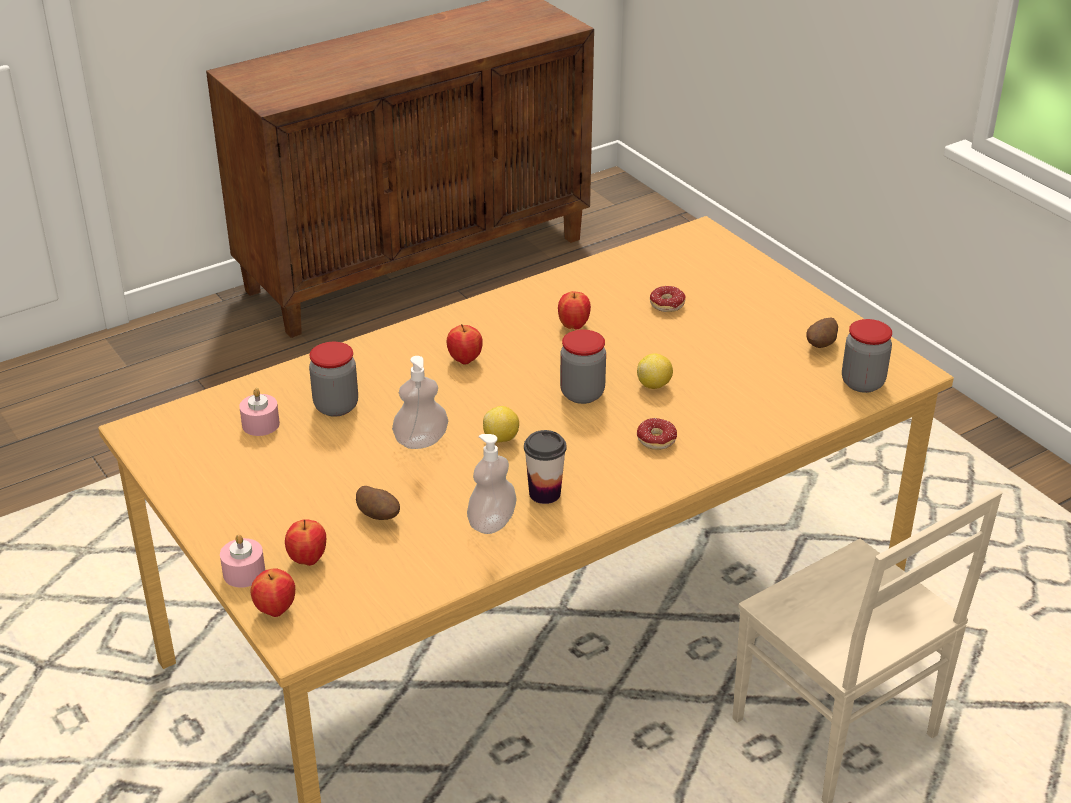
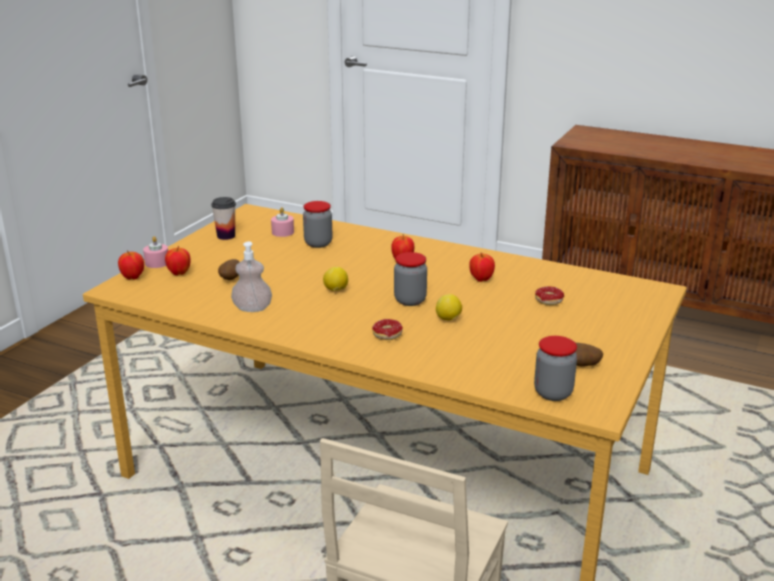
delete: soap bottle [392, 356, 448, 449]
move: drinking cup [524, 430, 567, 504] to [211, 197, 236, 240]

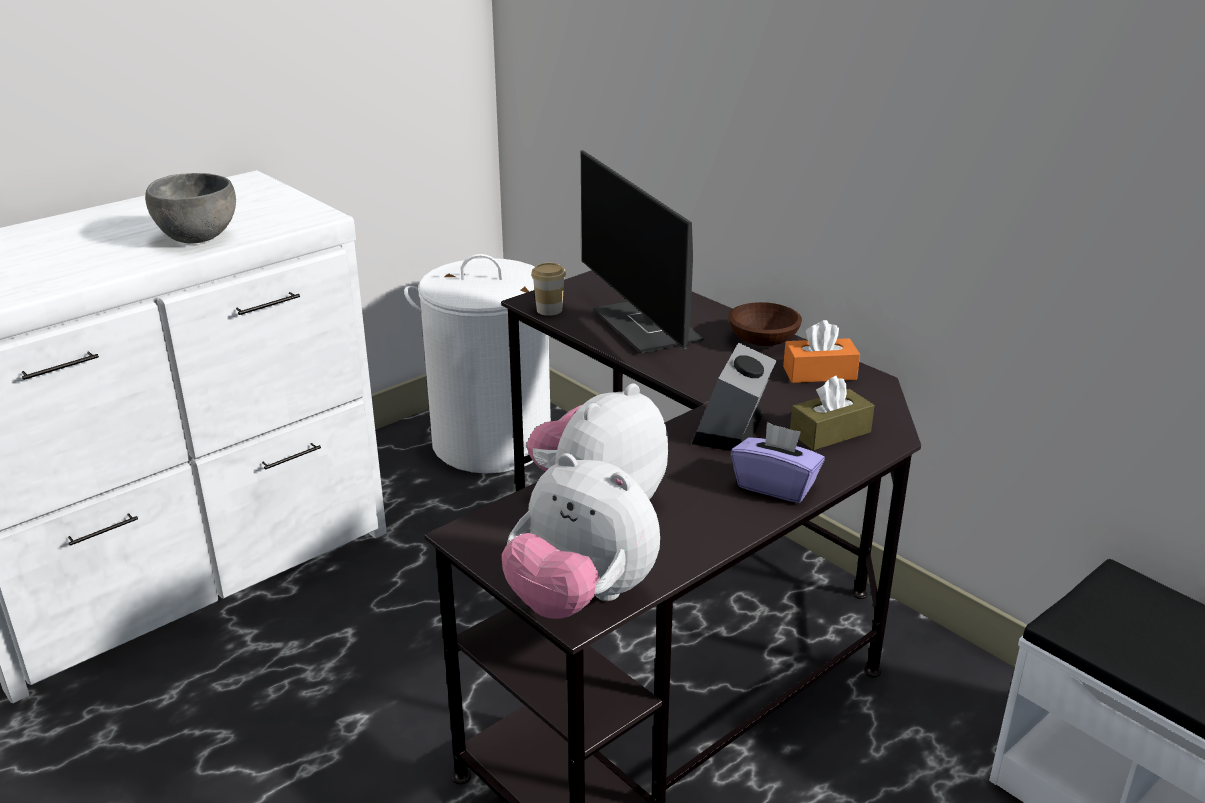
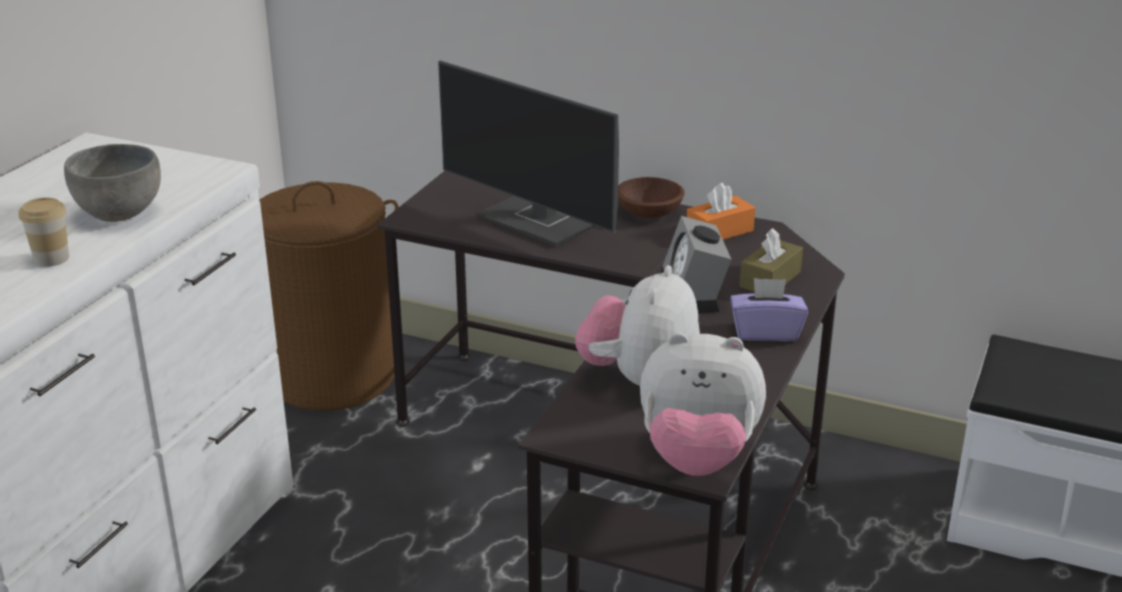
move: drinking cup [531, 263, 566, 316] to [19, 197, 69, 267]
recolor: laundry basket in white [404, 254, 551, 473] to laundry basket in brown [259, 181, 398, 411]

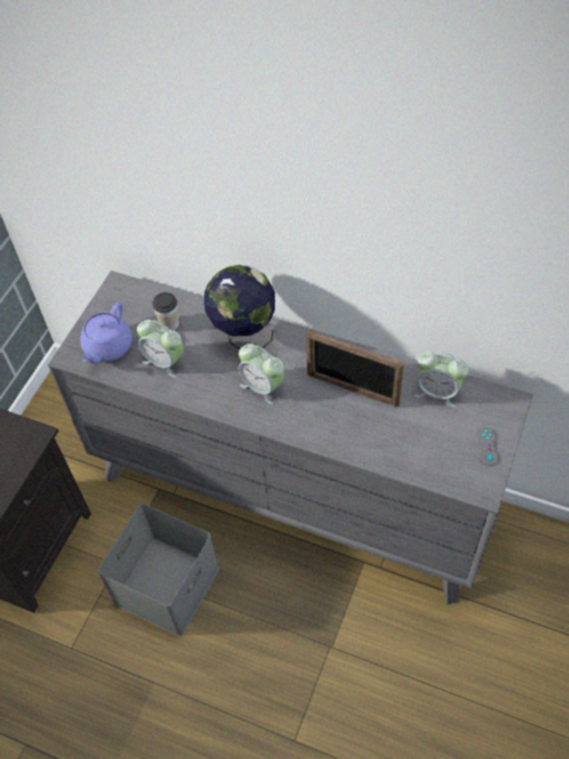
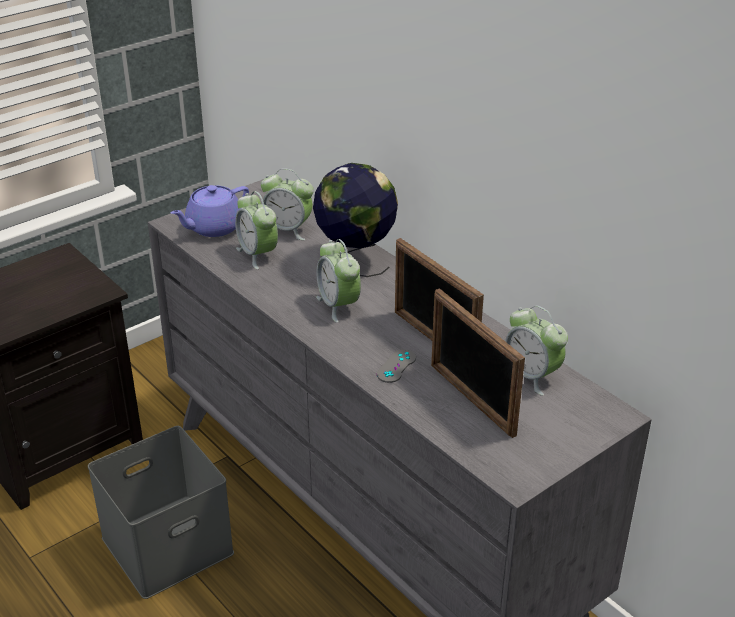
insert: photo frame [431, 288, 525, 438]
move: joypad in grey [477, 427, 500, 466] to [377, 349, 416, 383]
replace: drinking cup [152, 292, 179, 331] to alarm clock [261, 168, 314, 240]

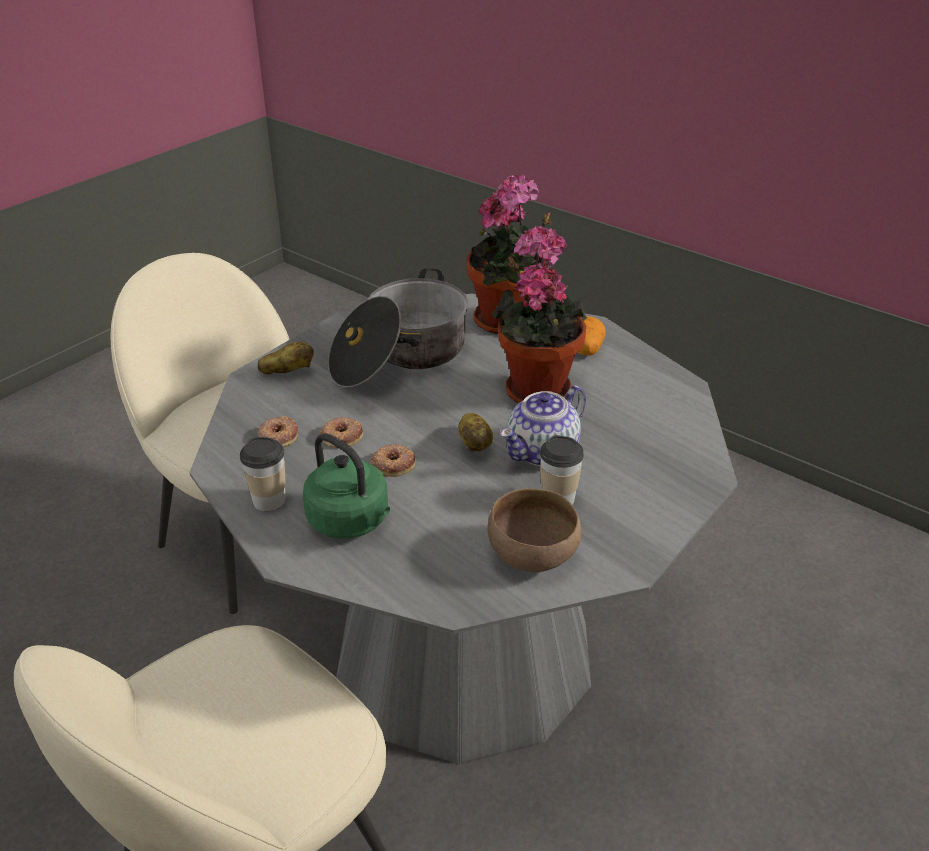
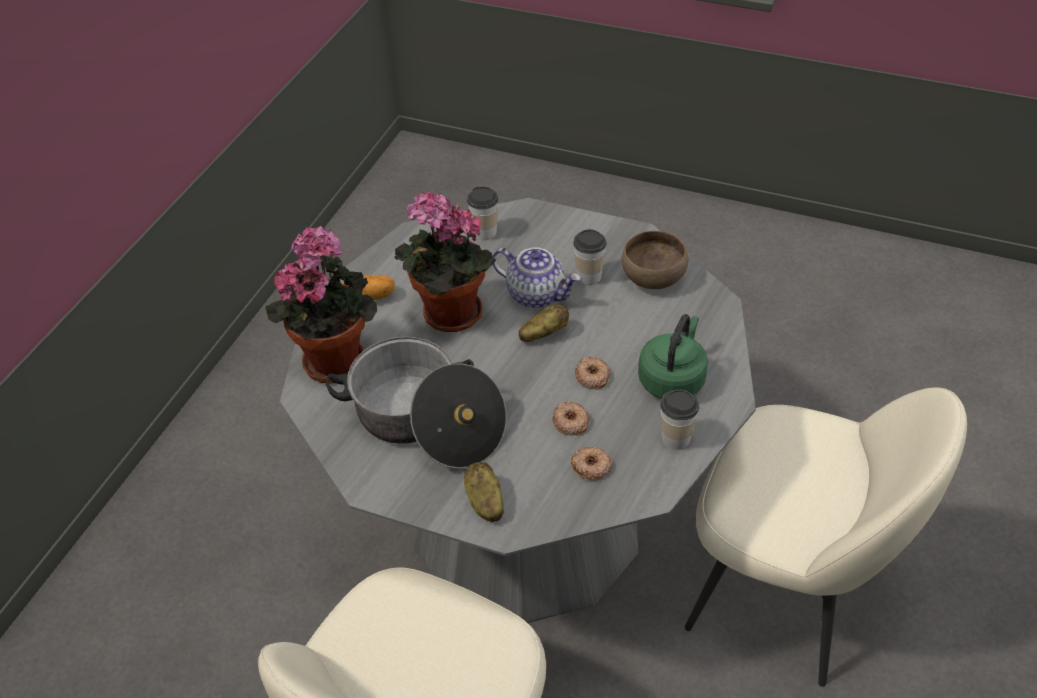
insert: drinking cup [467, 187, 498, 240]

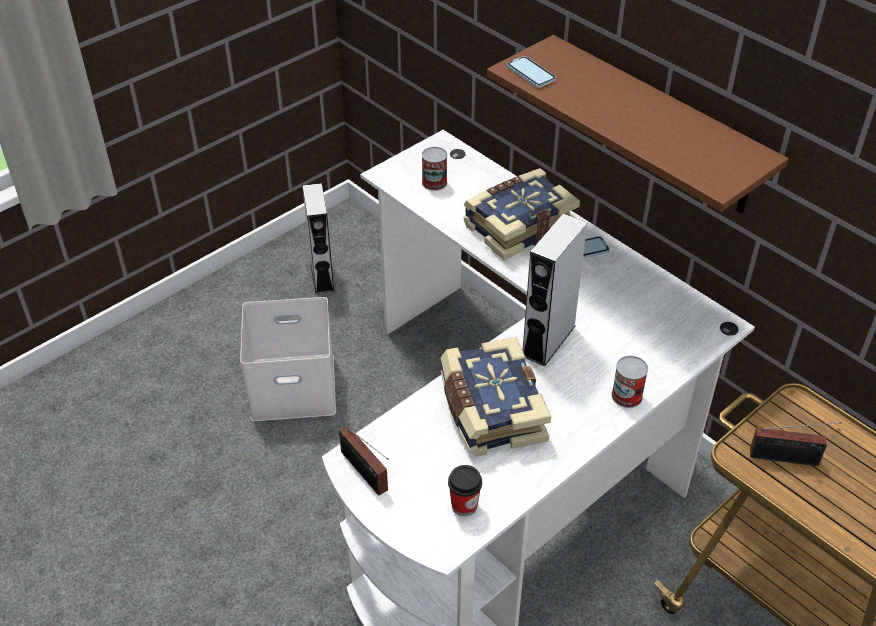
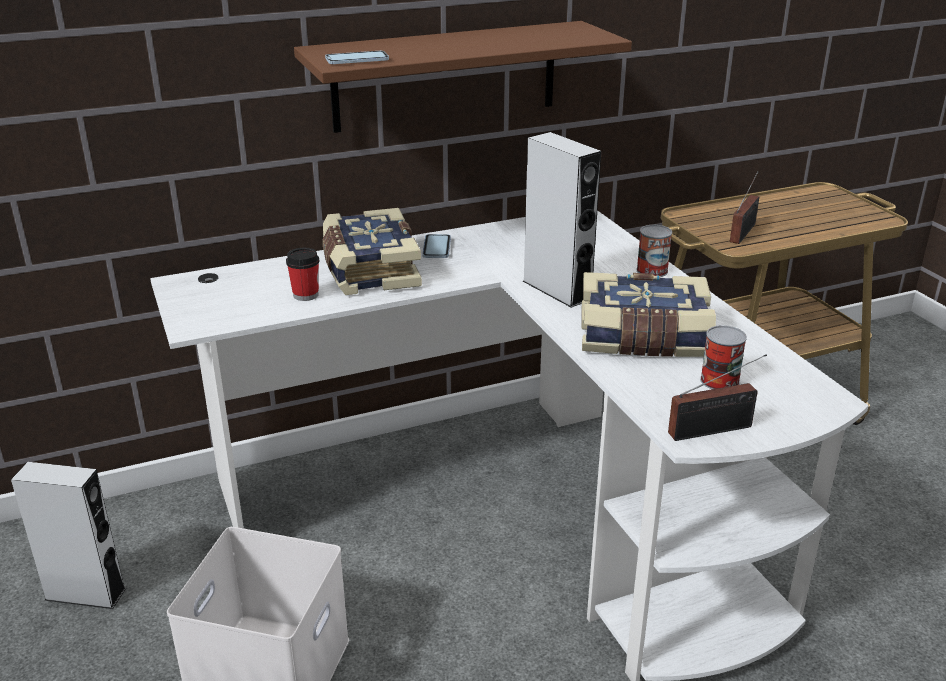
move: sealed can [422, 147, 447, 191] to [700, 325, 747, 389]; drinking cup [448, 465, 482, 516] to [286, 248, 320, 301]

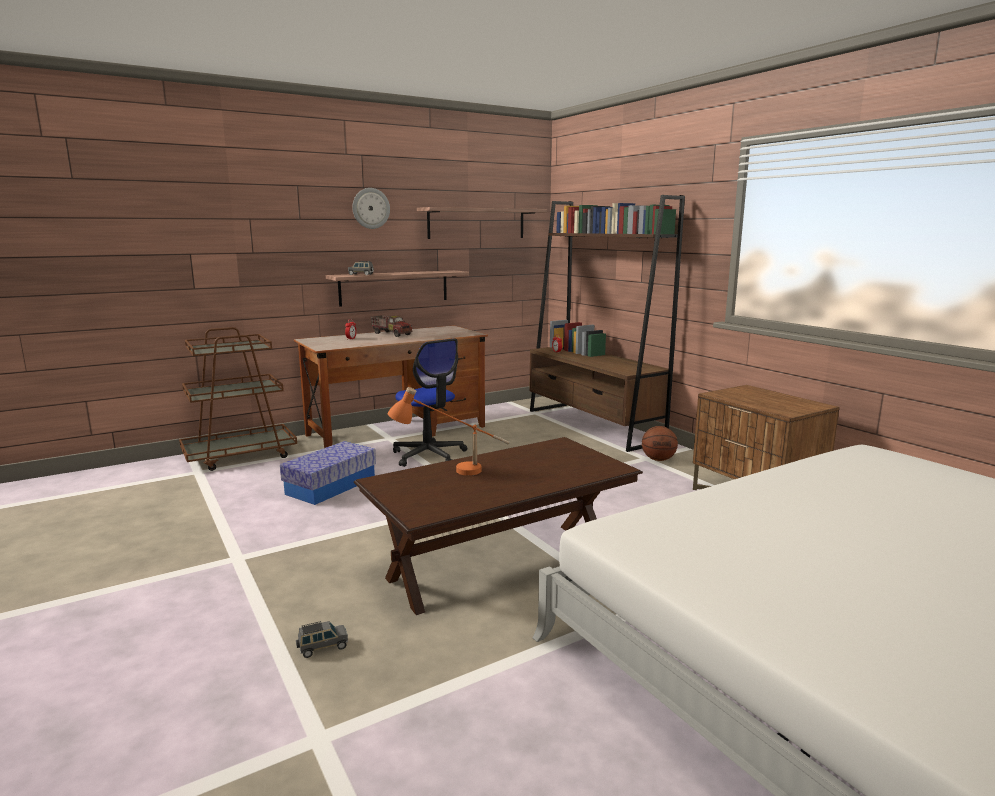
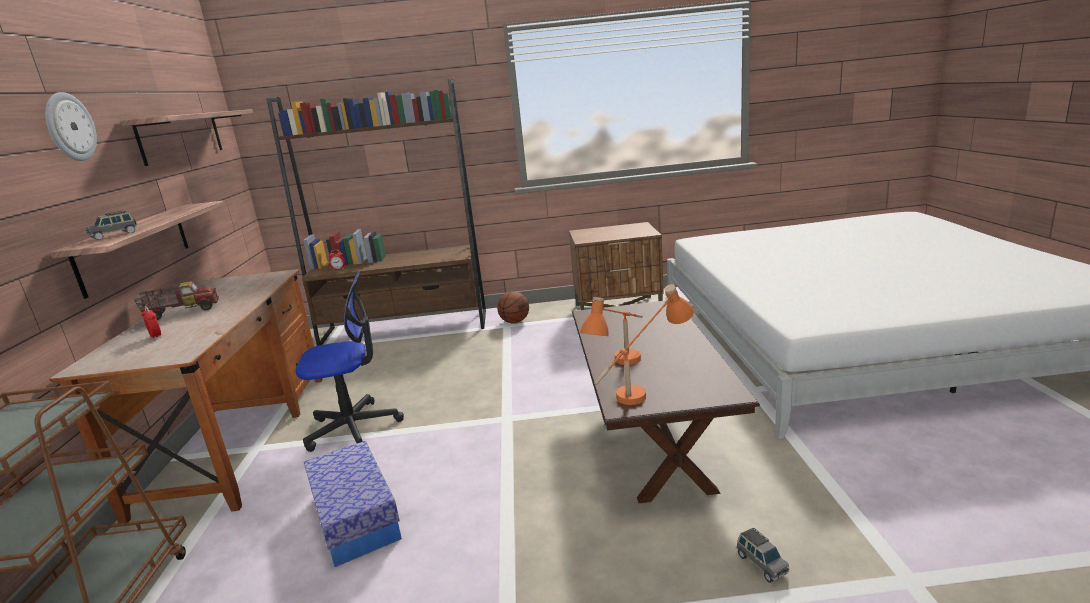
insert: table lamp in orange-coloured [594, 284, 694, 405]
rotate: miniature car in grey [296, 621, 348, 658] = [737, 527, 790, 583] 150 degrees clockwise

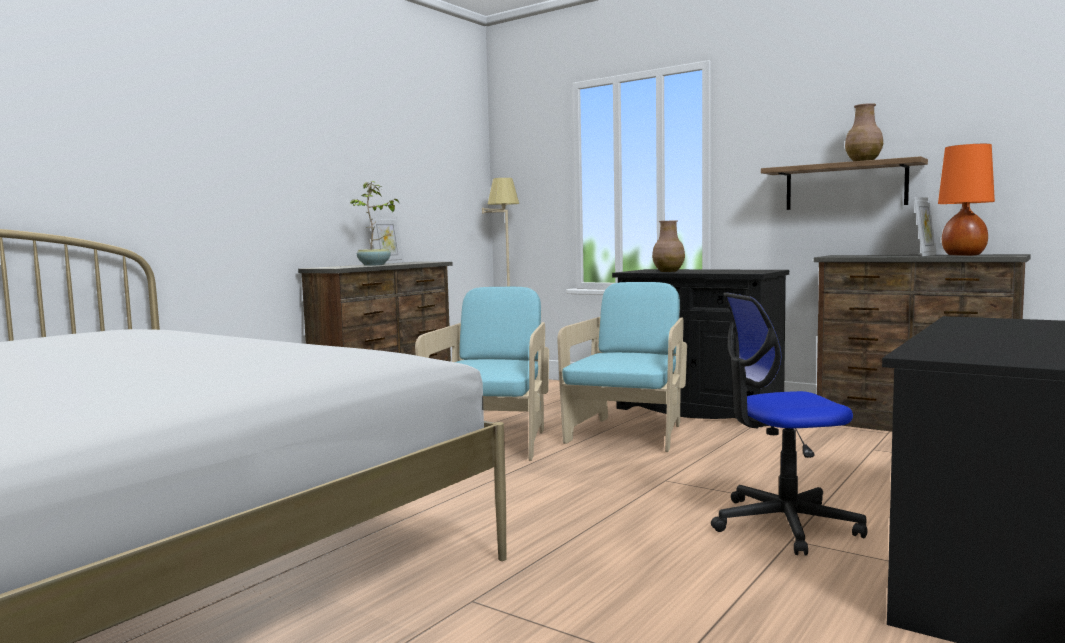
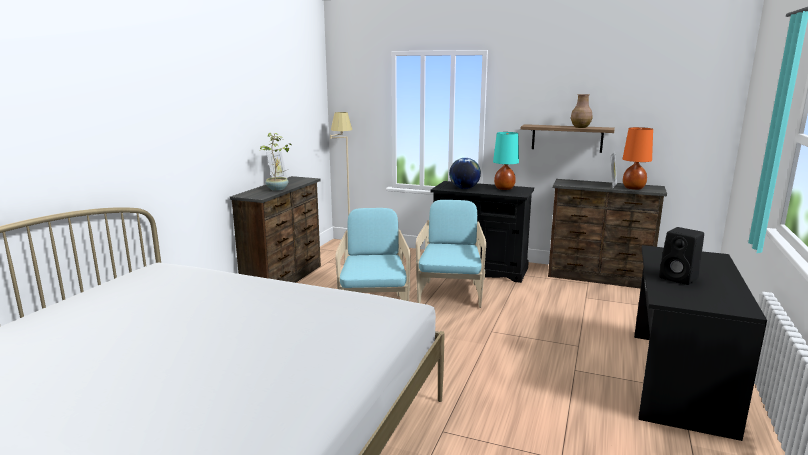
delete: computer chair [711, 292, 868, 556]
insert: table lamp in blue-green [493, 132, 519, 190]; audio speaker in blackish [659, 227, 704, 285]
replace: flower vase in brown [652, 220, 685, 272] to world globe [449, 158, 481, 189]

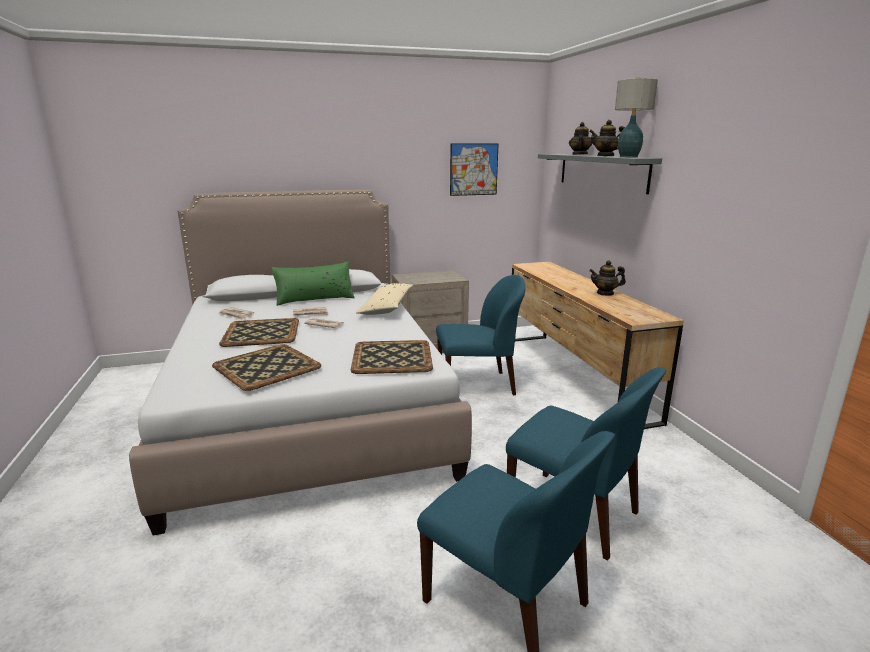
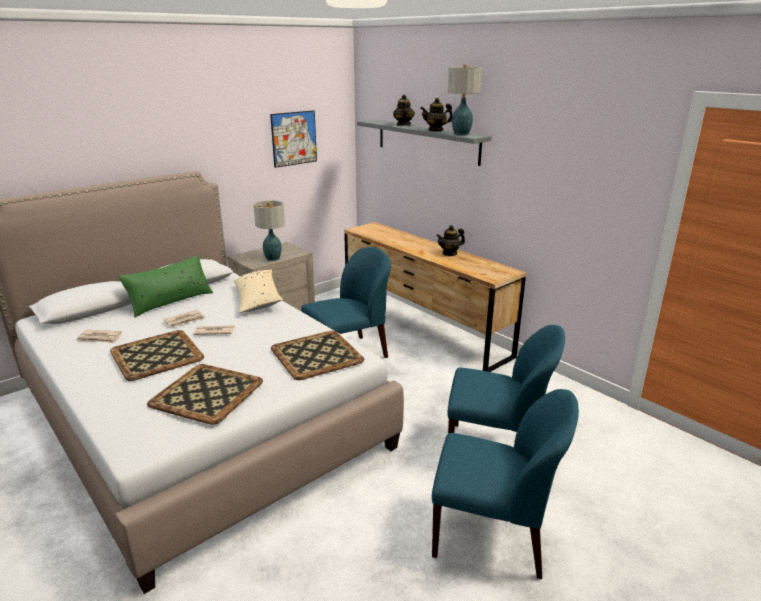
insert: table lamp [253, 200, 285, 261]

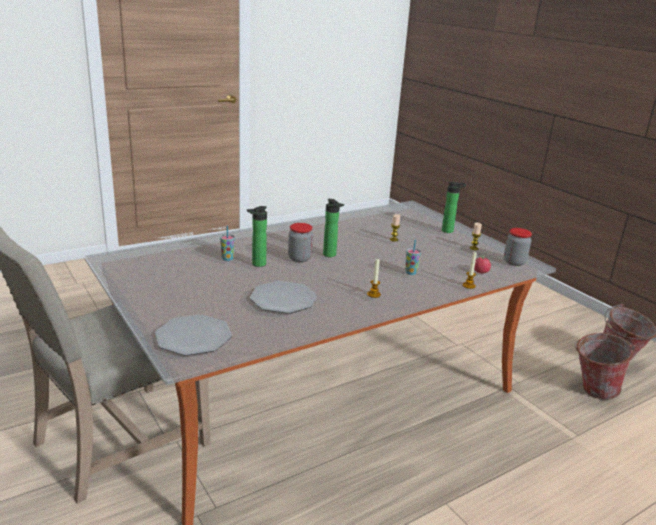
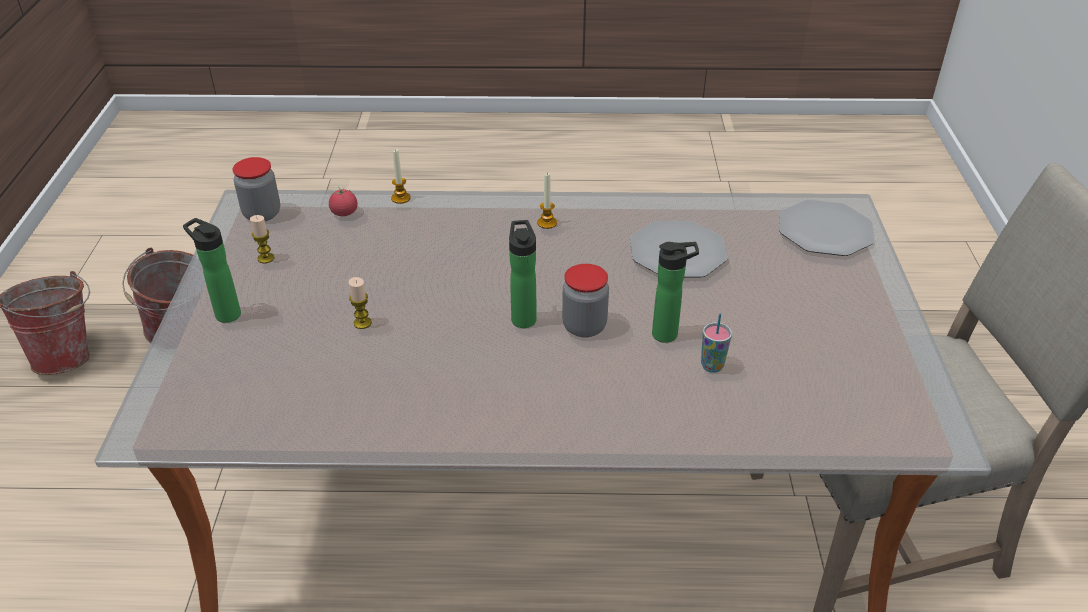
delete: drinking cup [405, 240, 421, 275]

